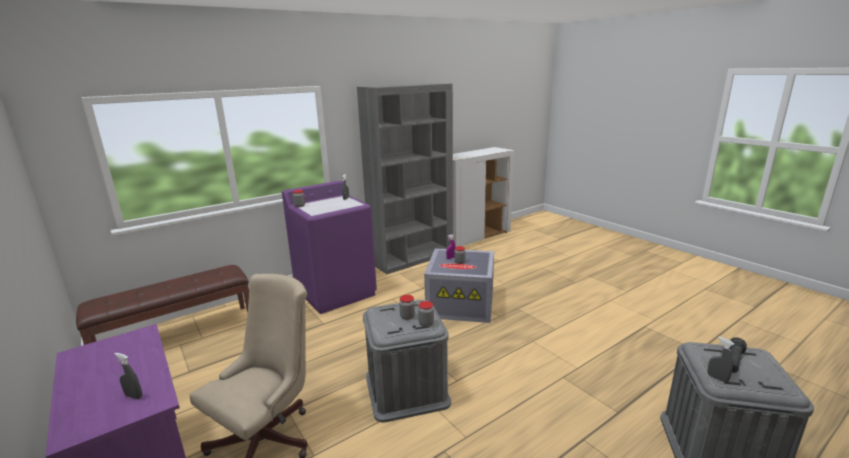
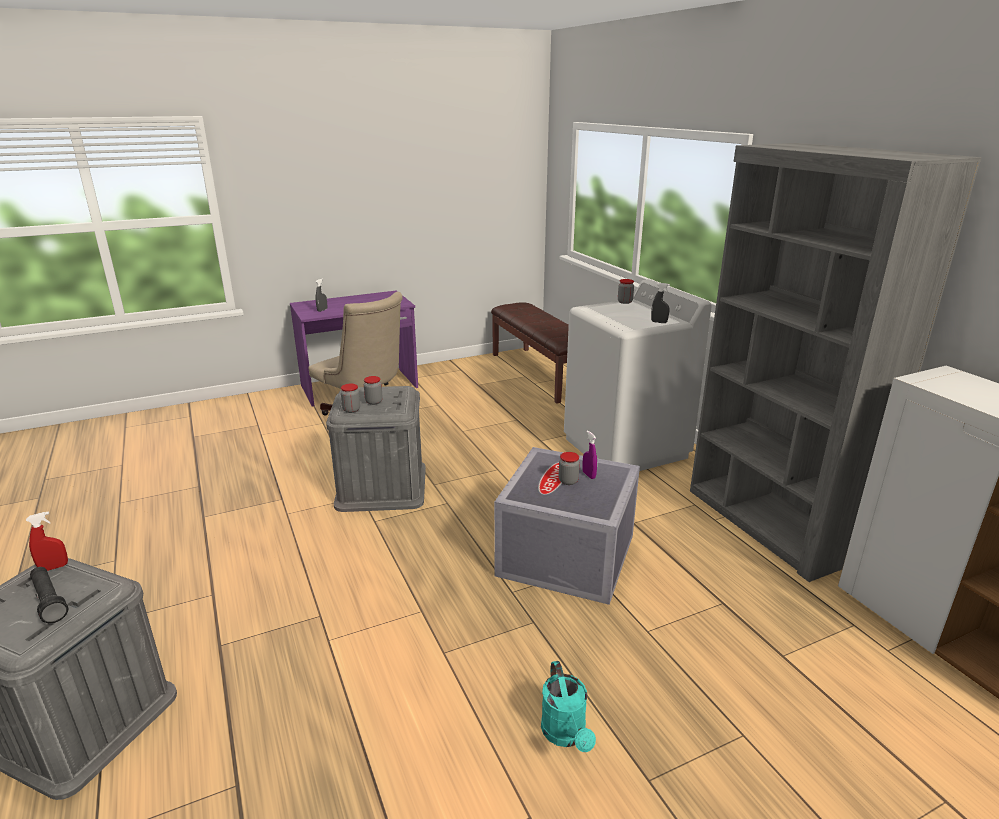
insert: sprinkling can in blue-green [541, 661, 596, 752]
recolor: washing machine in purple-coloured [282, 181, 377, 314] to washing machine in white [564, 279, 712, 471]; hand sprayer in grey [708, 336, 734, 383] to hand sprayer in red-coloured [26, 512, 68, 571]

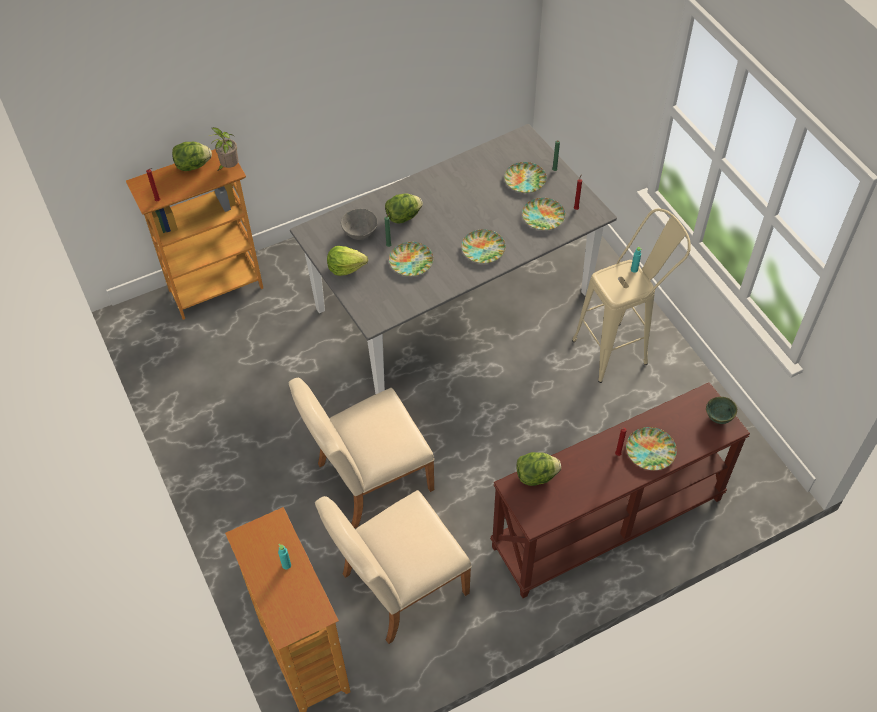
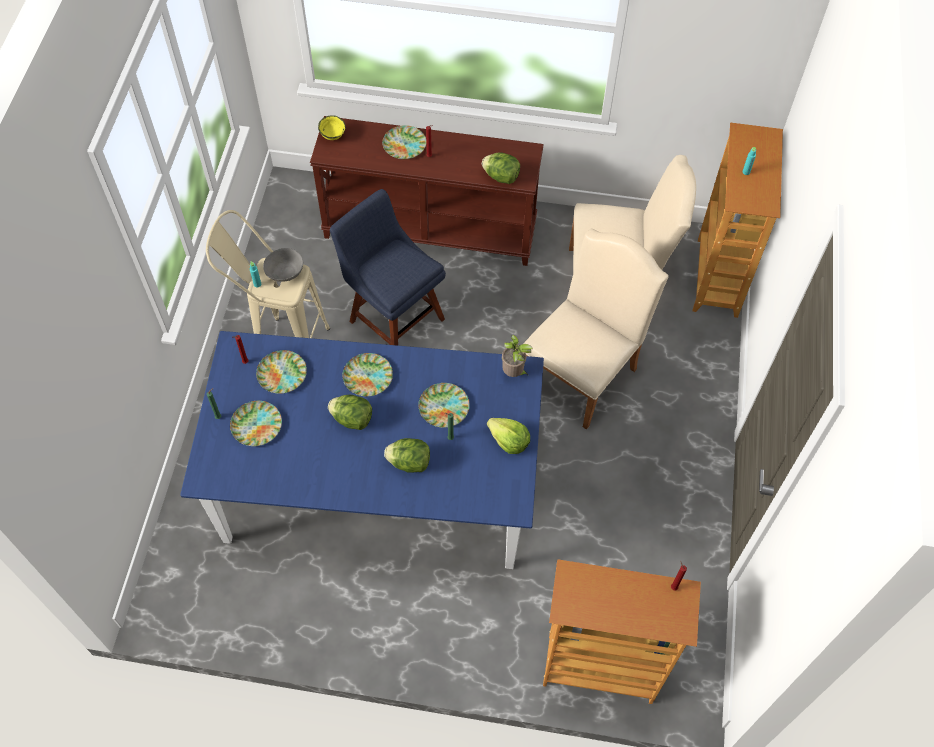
insert: plain chair in bluish [330, 189, 446, 346]
move: lettuce head [172, 142, 212, 171] to [328, 395, 372, 430]; potted plant [209, 127, 239, 170] to [502, 334, 533, 377]; serving bowl in grey [341, 209, 377, 240] to [263, 248, 303, 282]
recolor: dinner table in grey [290, 124, 617, 394] to dinner table in bluish [180, 331, 544, 569]; serving bowl in green [706, 397, 737, 424] to serving bowl in yellow [318, 115, 345, 140]
rotate: plain chair in beige [288, 378, 434, 528] = [523, 229, 669, 430] 60 degrees counterclockwise

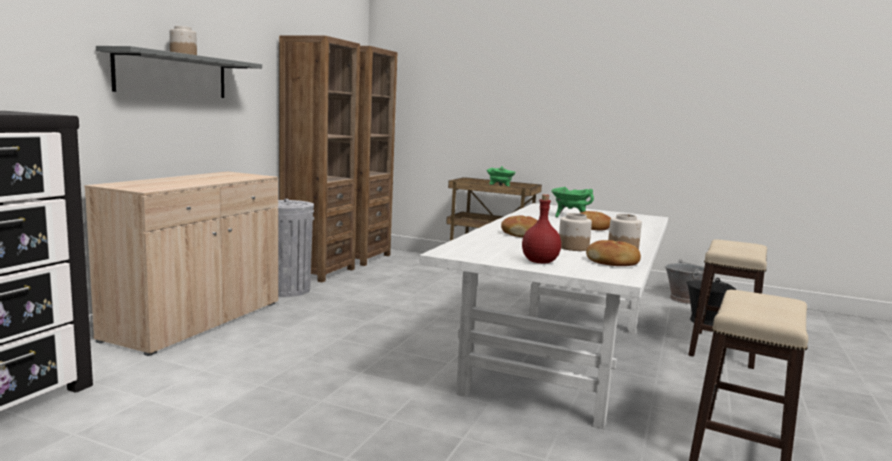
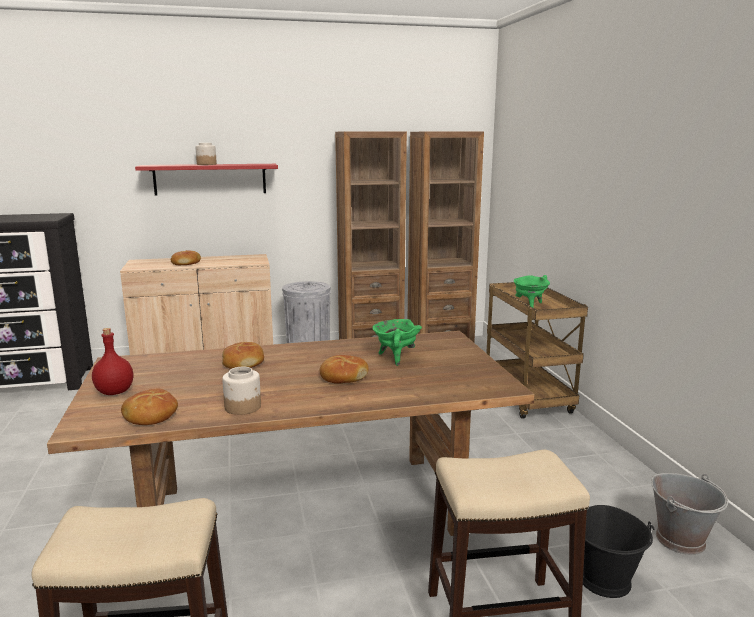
delete: storage jar [559, 213, 592, 251]
insert: baked bread [171, 250, 201, 265]
recolor: shelf in grey [96, 46, 262, 98] to shelf in red-coloured [135, 164, 278, 196]; dinner table in white [419, 203, 668, 429] to dinner table in brown [47, 331, 535, 536]

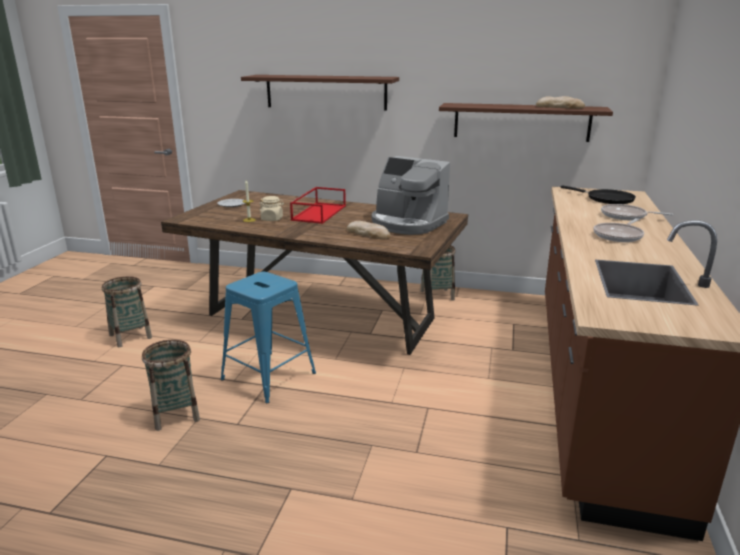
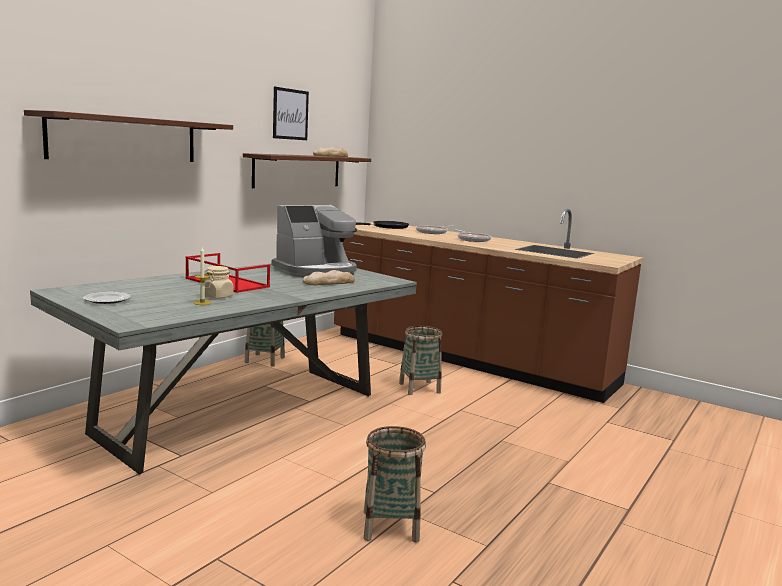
delete: sitting stool in bluish [221, 272, 316, 403]
insert: wall picture [273, 87, 309, 140]
move: household basket [102, 276, 152, 347] to [399, 326, 442, 395]
recolor: dinner table in brown [161, 190, 468, 355] to dinner table in grey [30, 264, 417, 474]

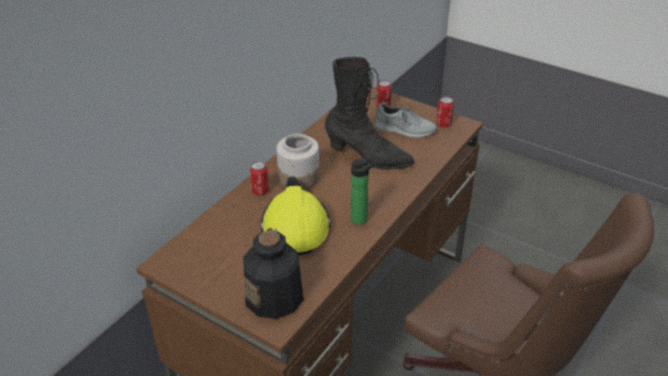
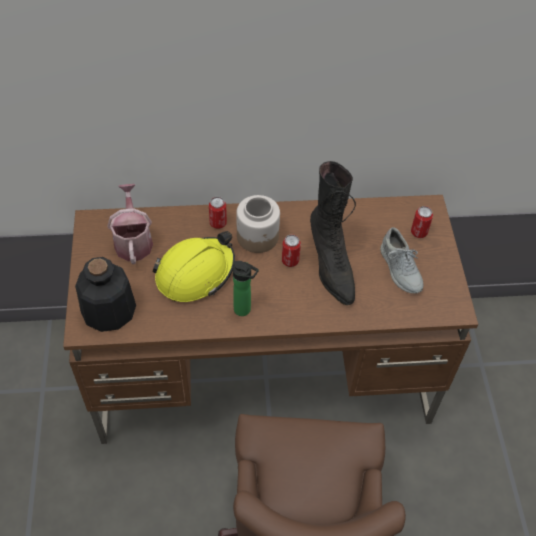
insert: sprinkling can [107, 184, 153, 264]
move: sealed can [436, 96, 454, 128] to [282, 235, 301, 267]

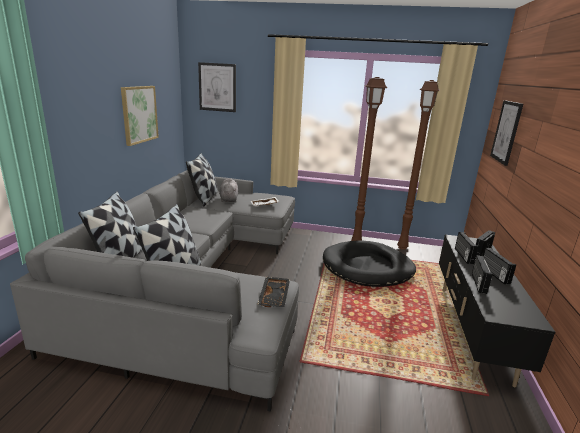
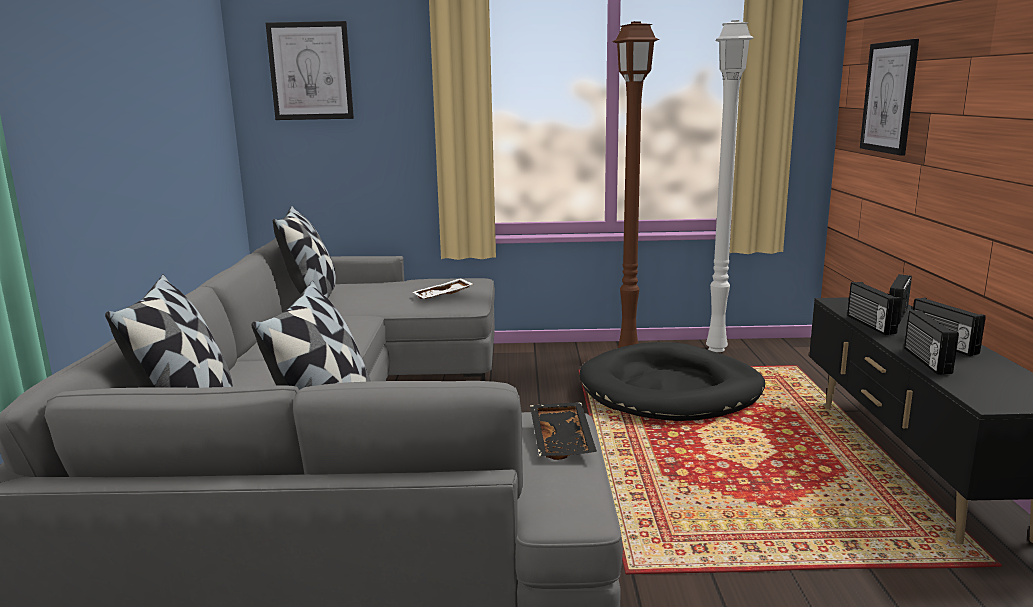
delete: wall picture [121, 86, 159, 146]; cuddly toy in grey [219, 178, 238, 202]
recolor: floor lamp in brown [397, 80, 440, 250] to floor lamp in white [706, 20, 754, 352]

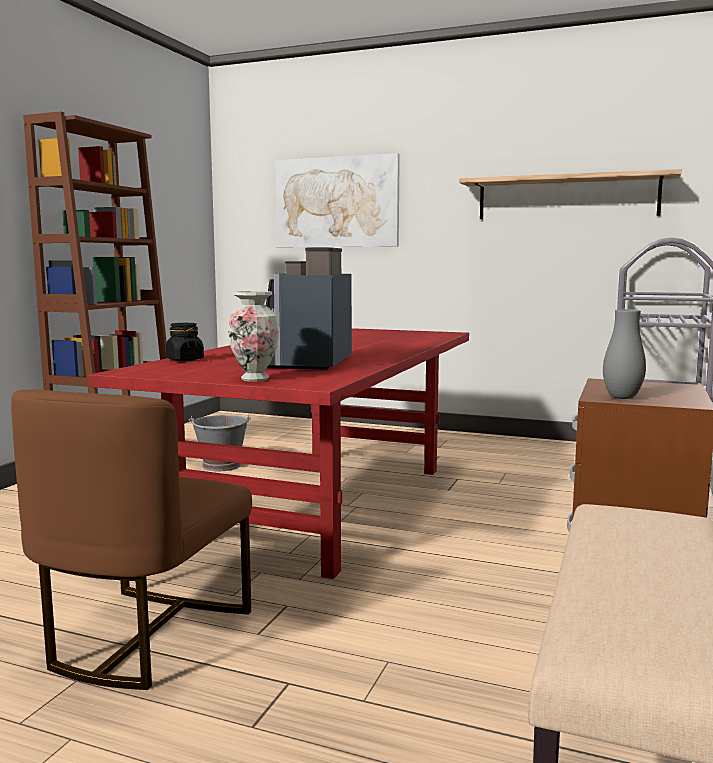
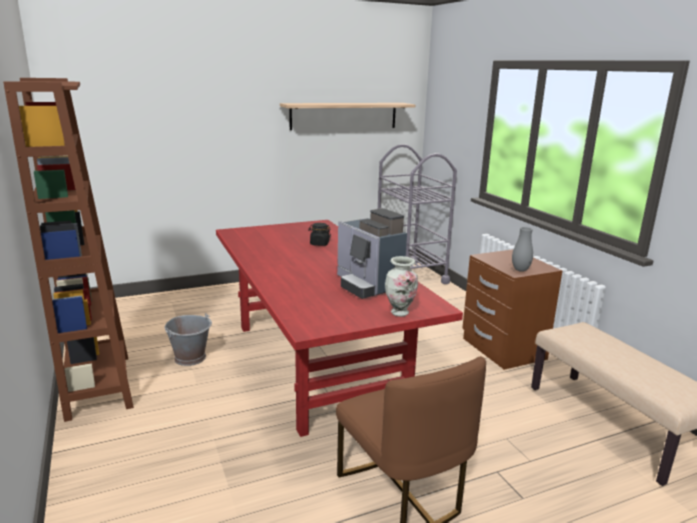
delete: wall picture [275, 153, 400, 247]
move: storage jar in blackish [166, 323, 204, 361] to [308, 223, 331, 246]

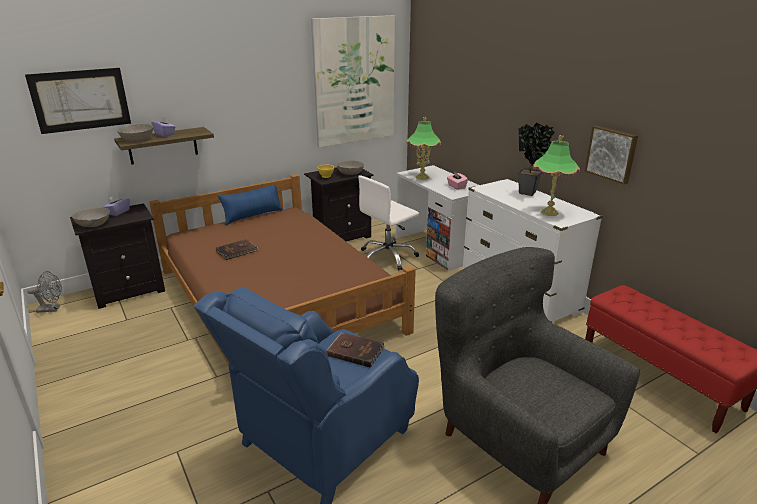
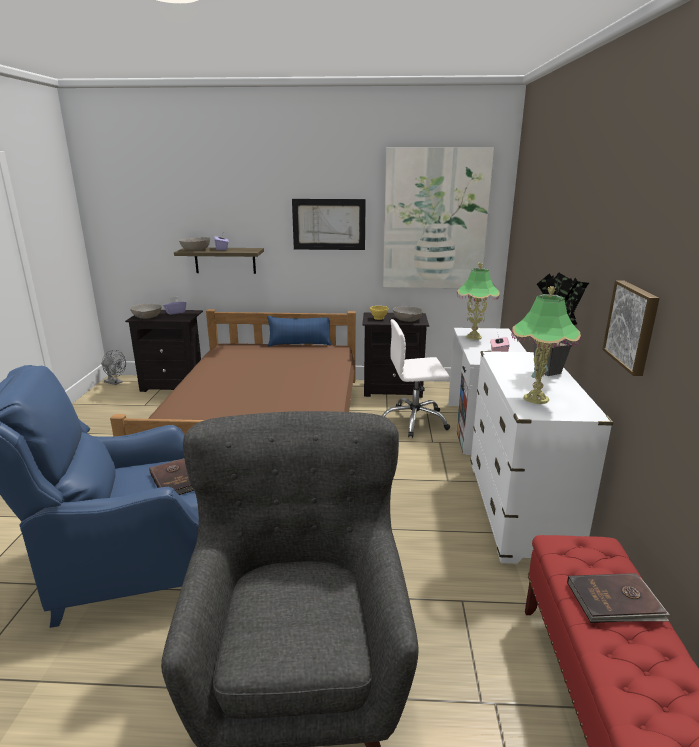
move: wall picture [25, 68, 131, 134] to [292, 199, 366, 250]; bound book in brown [216, 239, 258, 260] to [567, 573, 670, 623]

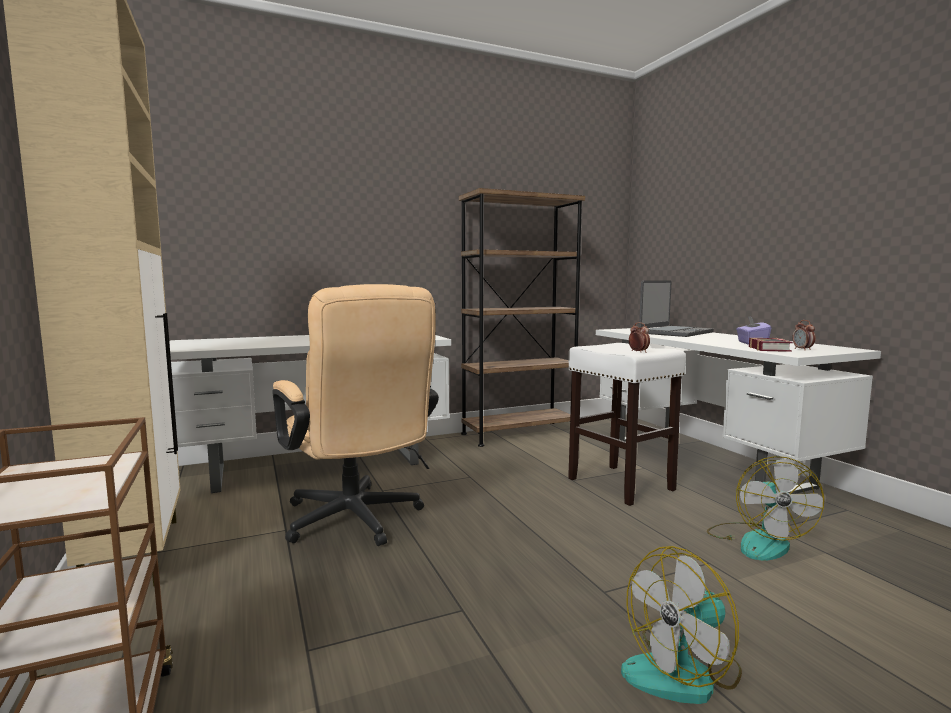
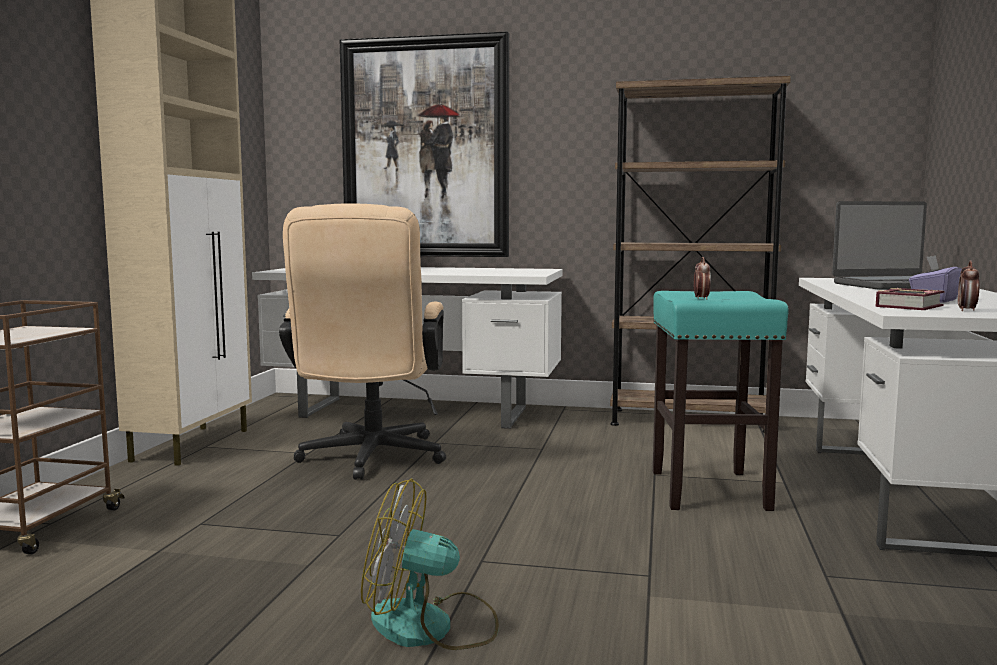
delete: fan [707, 456, 824, 561]
insert: wall picture [340, 32, 509, 257]
recolor: sitting stool in white [568, 343, 686, 506] to sitting stool in blue-green [653, 291, 789, 511]

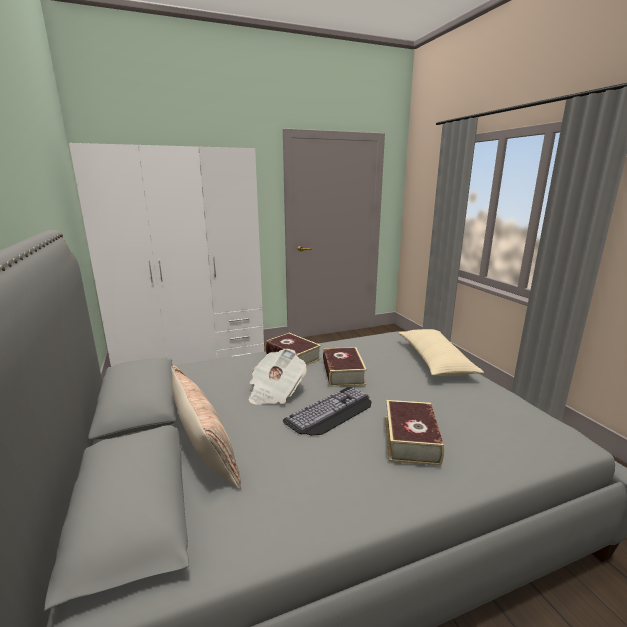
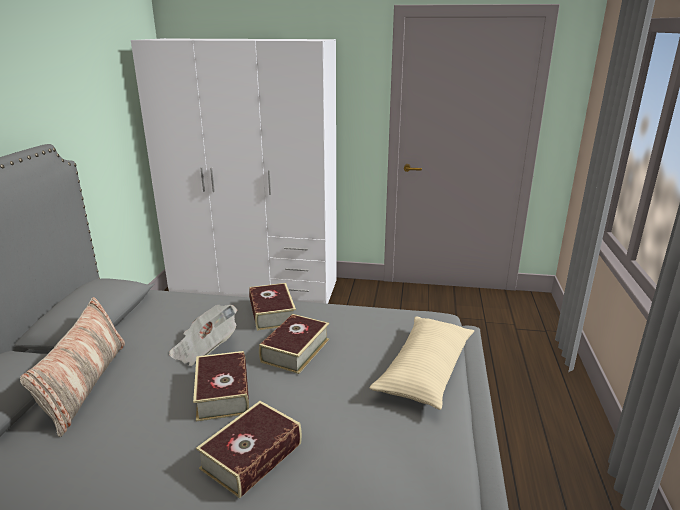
replace: keyboard [283, 387, 372, 436] to bound book [193, 351, 249, 422]

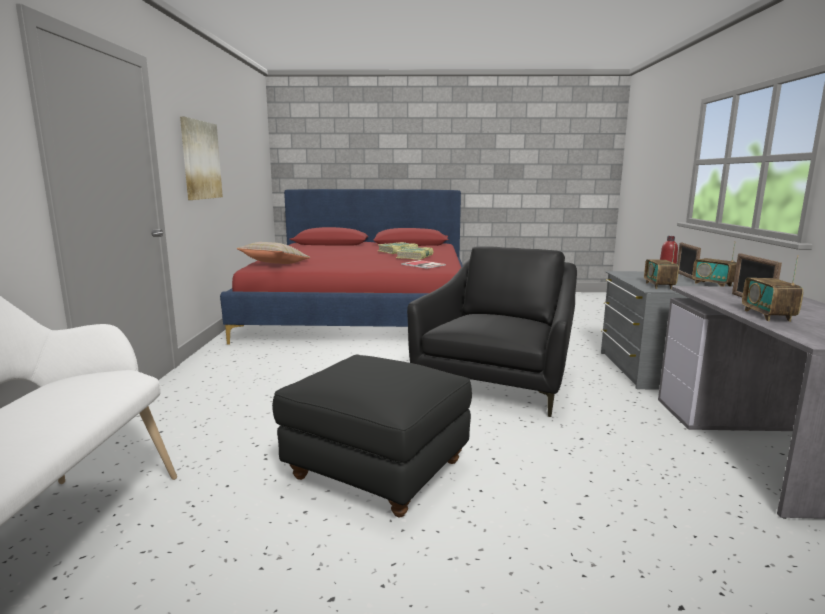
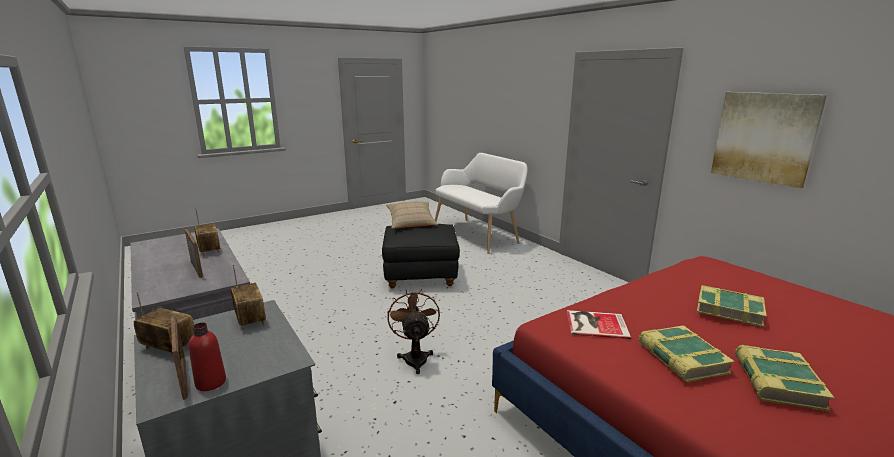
insert: bound book [697, 285, 767, 327]
move: throw pillow in beige [237, 242, 310, 264] to [386, 201, 438, 229]
replace: lounge chair in blackish [407, 246, 577, 417] to fan in brown [387, 289, 440, 374]

